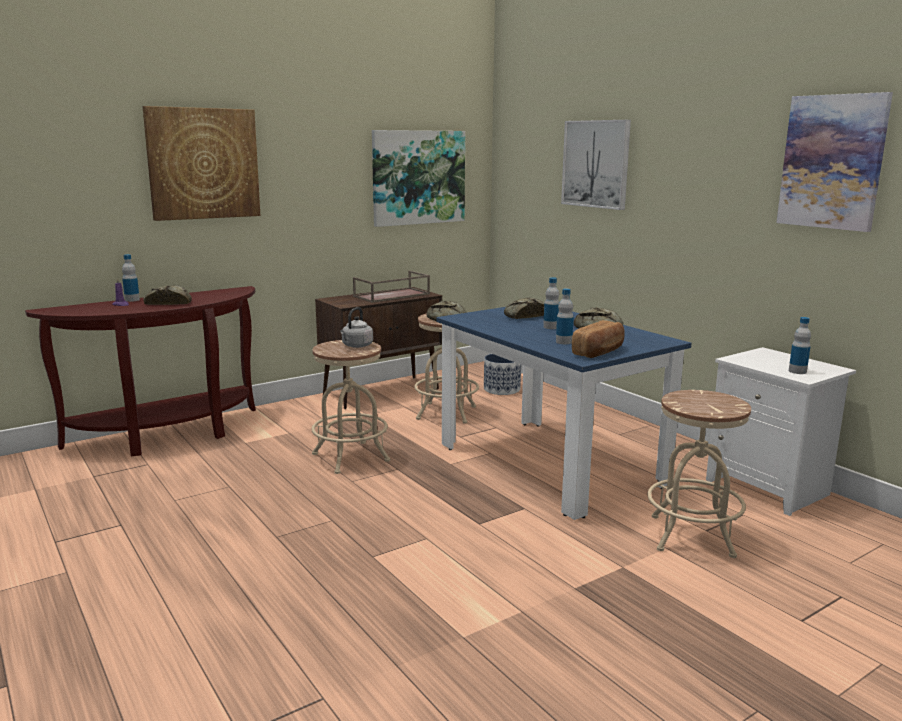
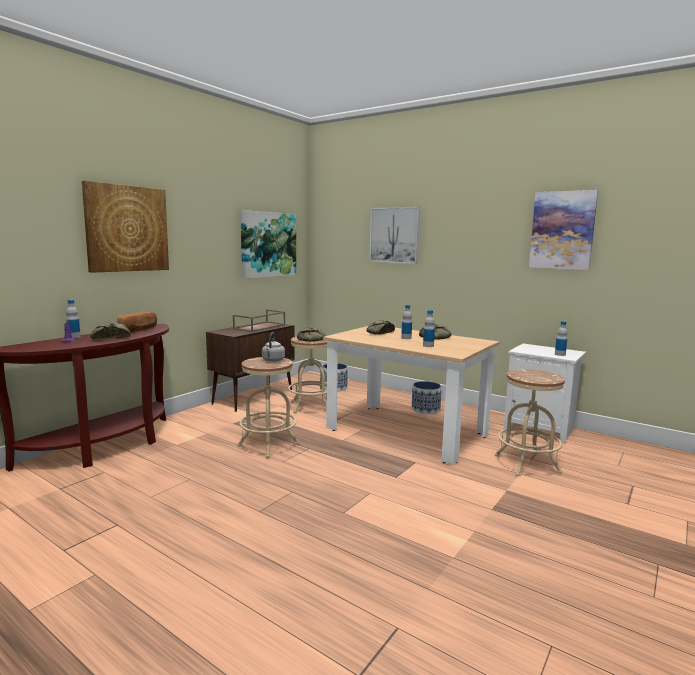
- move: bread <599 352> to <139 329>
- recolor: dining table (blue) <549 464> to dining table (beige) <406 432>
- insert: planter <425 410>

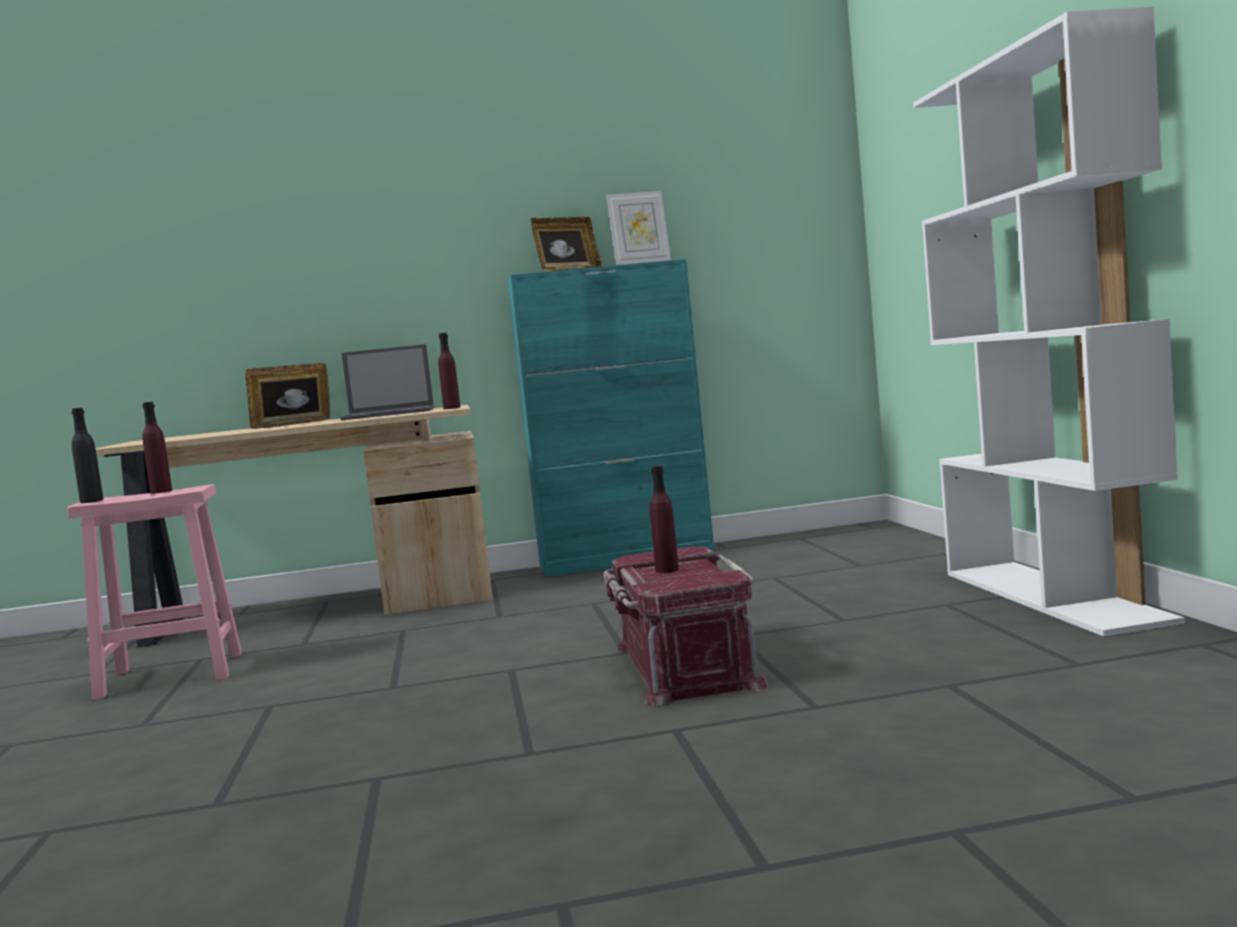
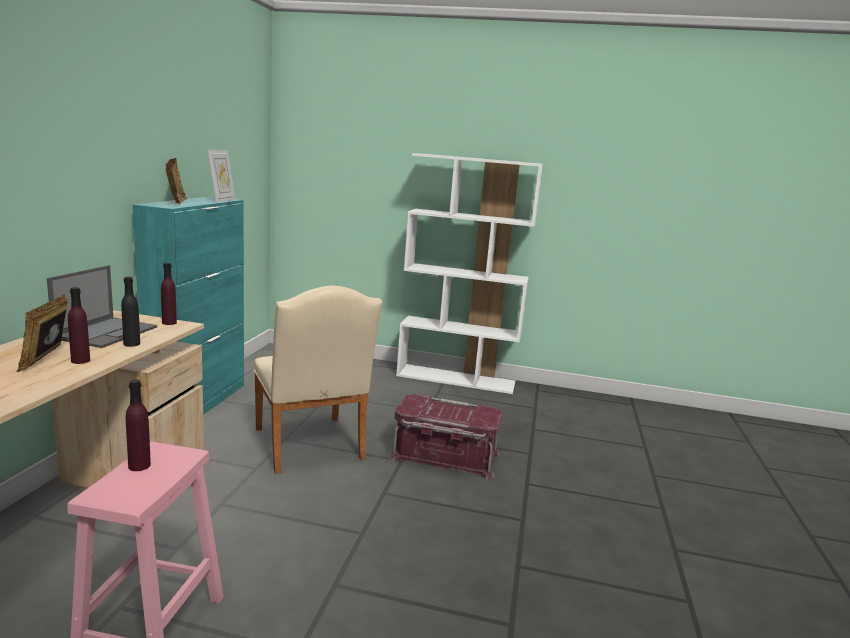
- move: bottle (purple) <667 570> to <80 361>
- move: bottle (black) <92 501> to <131 344>
- insert: chair (beige) <310 447>

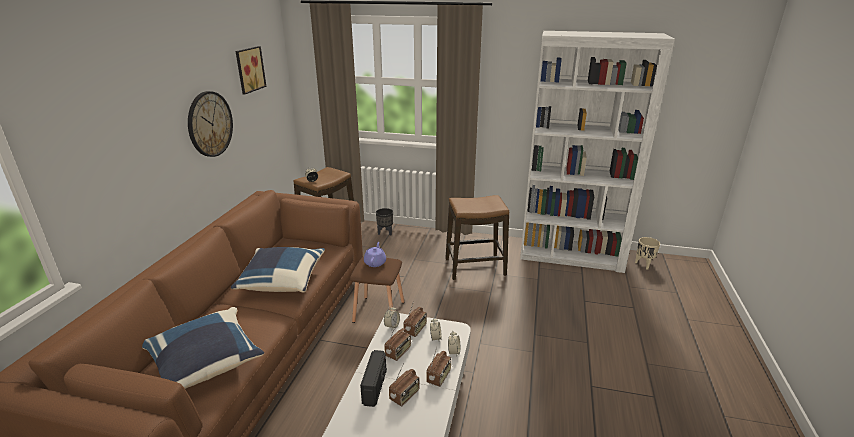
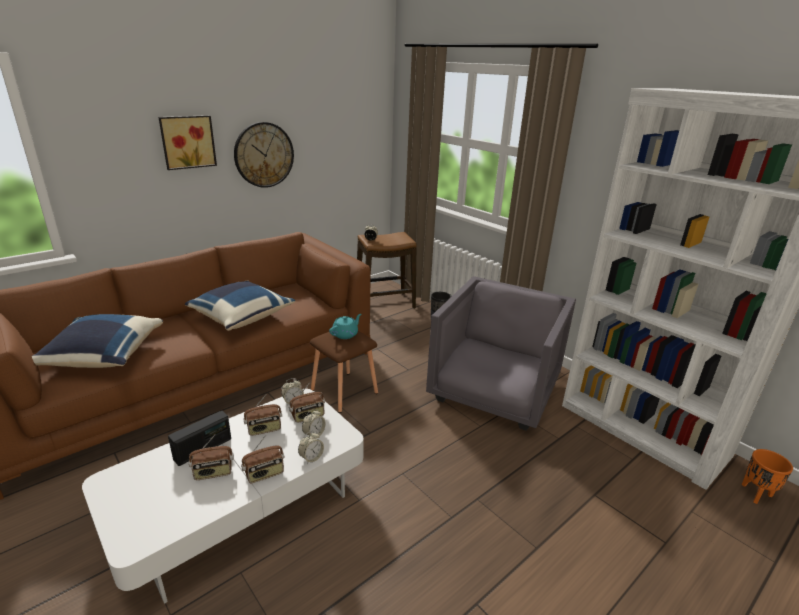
- move: picture <249 69> to <187 142>
- recolor: teapot (purple) <375 262> to teapot (turquoise) <345 334>
- replace: stool <475 267> to armchair (grey) <494 391>
- recolor: planter (beige) <643 264> to planter (orange) <755 493>

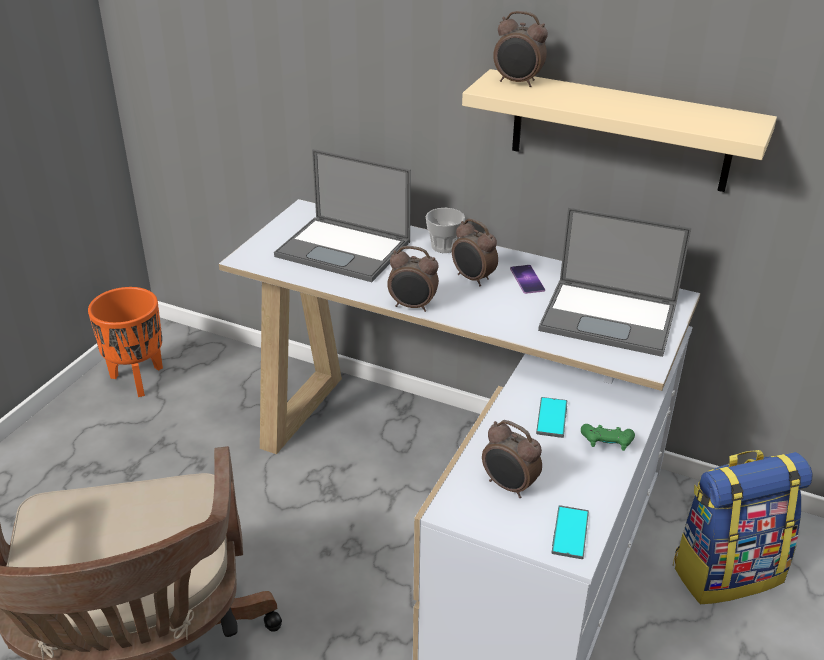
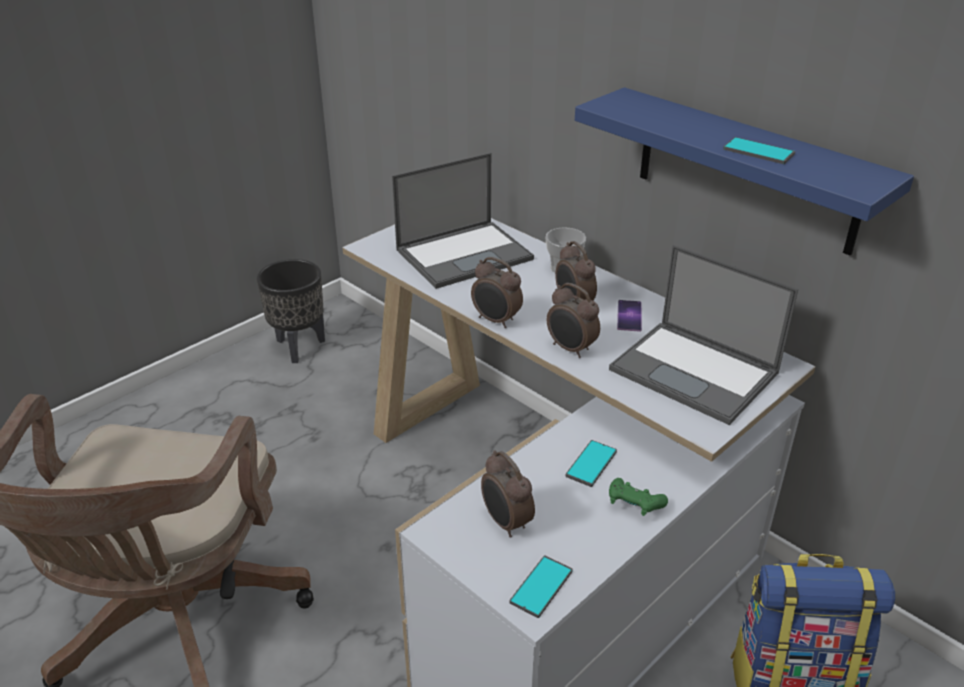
- recolor: planter (orange) <138 379> to planter (black) <300 347>
- rotate: laptop <345 249> = <465 254> 75 degrees counterclockwise
- move: alarm clock <517 83> to <570 349>
- recolor: shelf (beige) <620 131> to shelf (blue) <746 170>
- insert: phone <758 152>

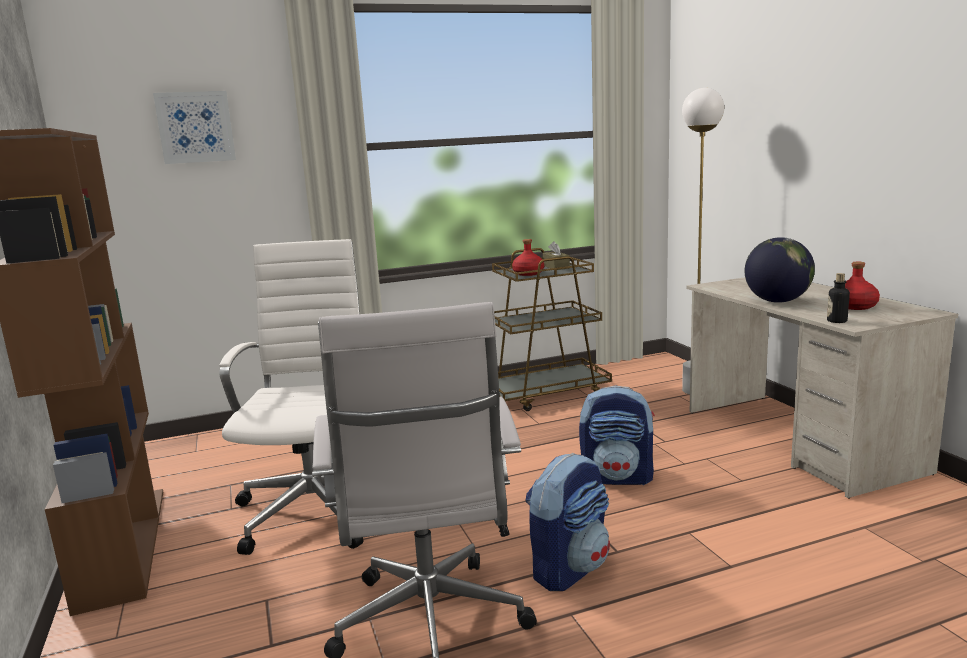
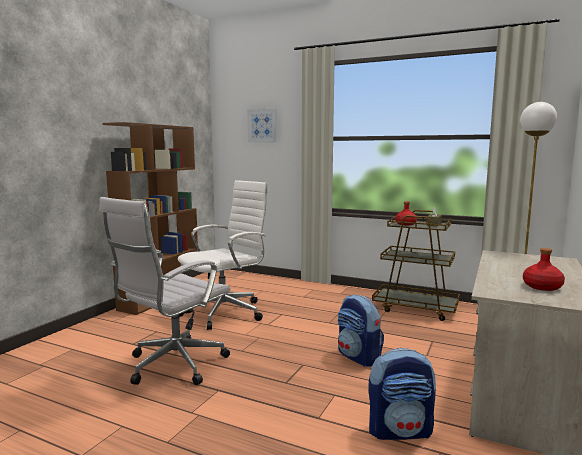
- move: backpack <569 568> to <400 431>
- delete: globe <777 301>
- delete: bottle <837 321>

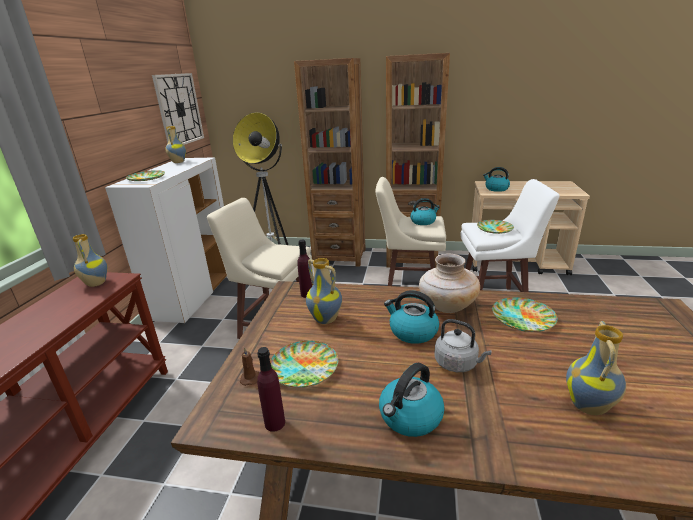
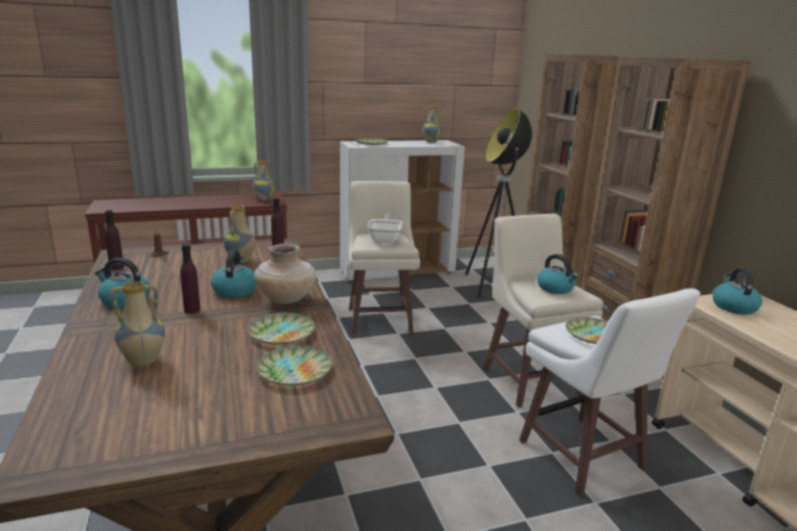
- replace: kettle (grey) <458 364> to bottle (purple) <192 310>
- move: plate <304 368> to <294 370>
- insert: frying pan <385 239>
- delete: wall clock <179 109>

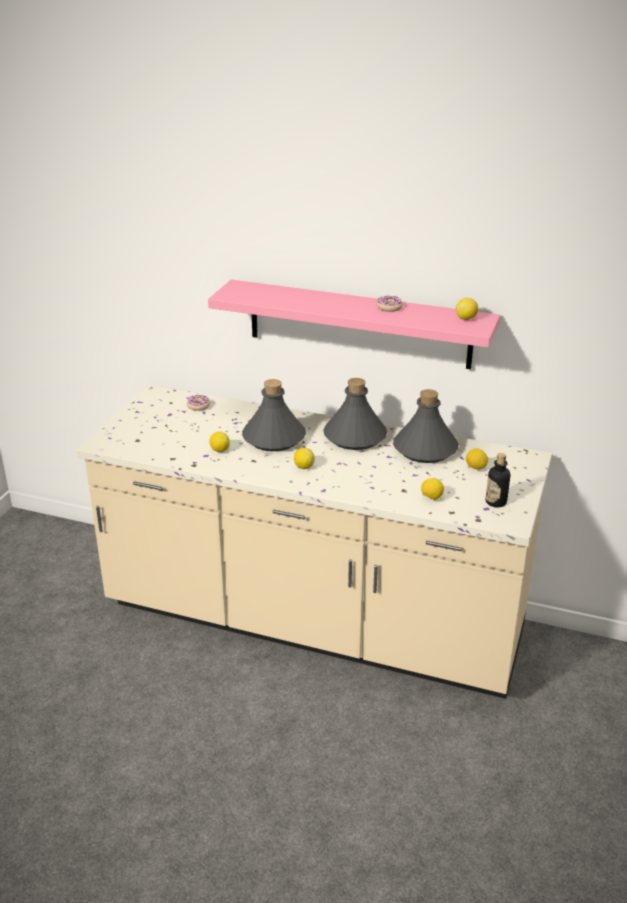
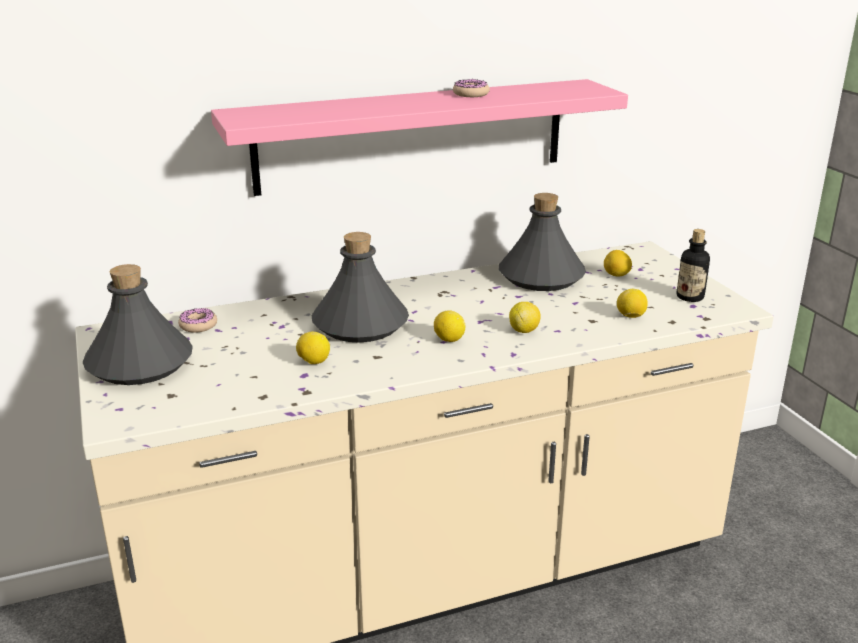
- move: bottle (grey) <355 437> to <140 364>
- move: lemon <466 318> to <524 330>

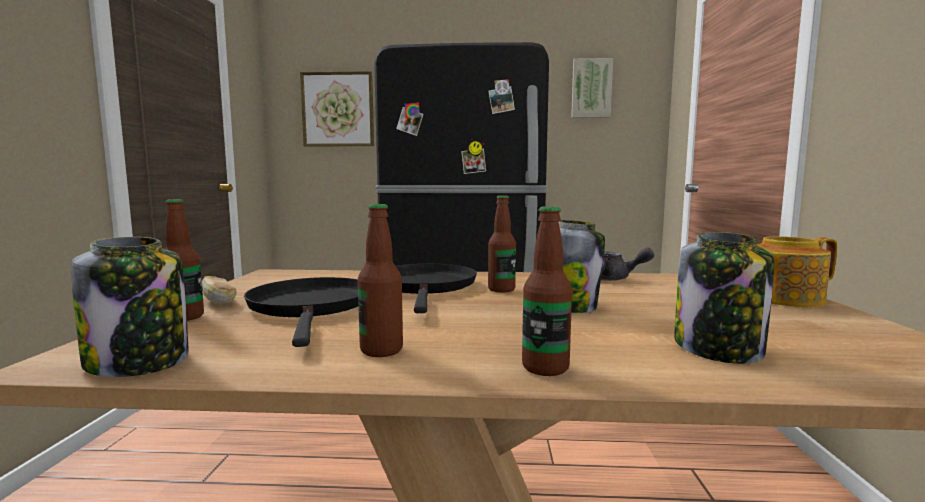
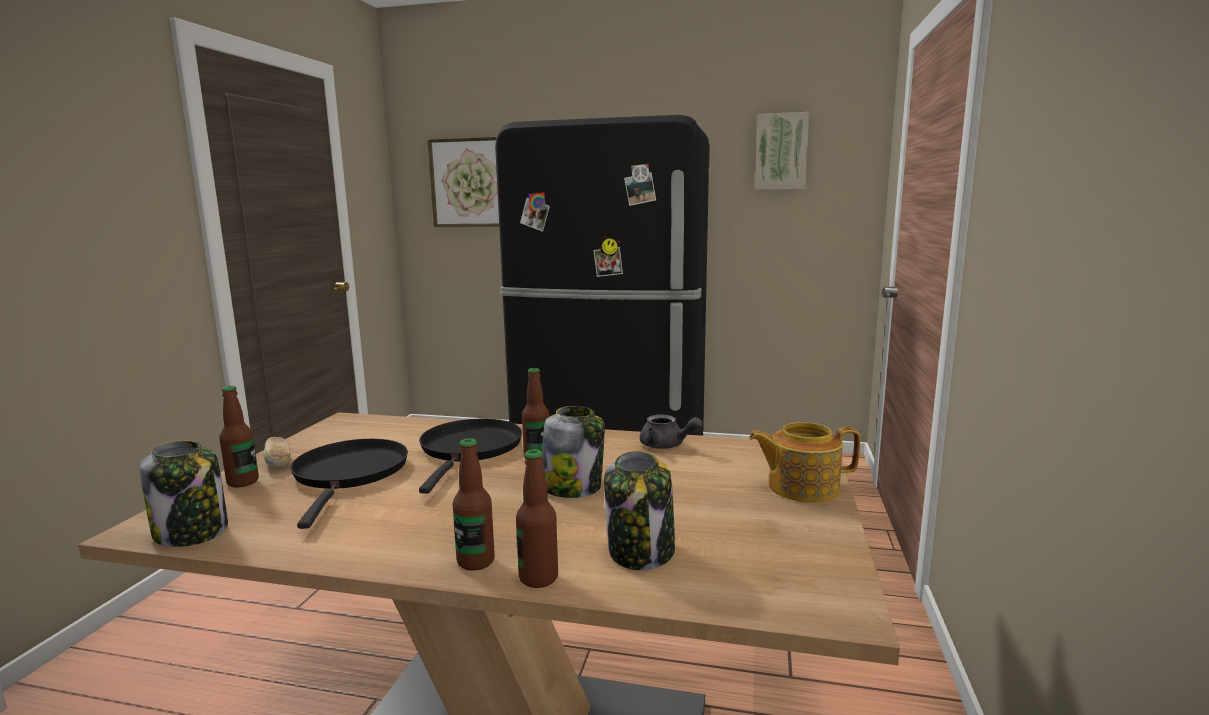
- move: bottle <381 350> to <538 578>

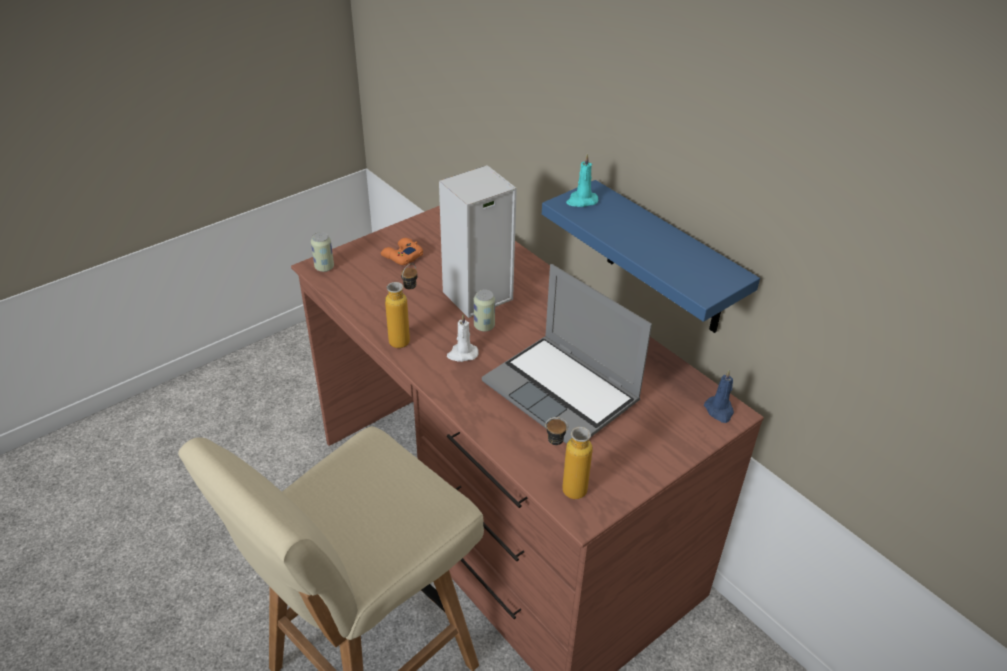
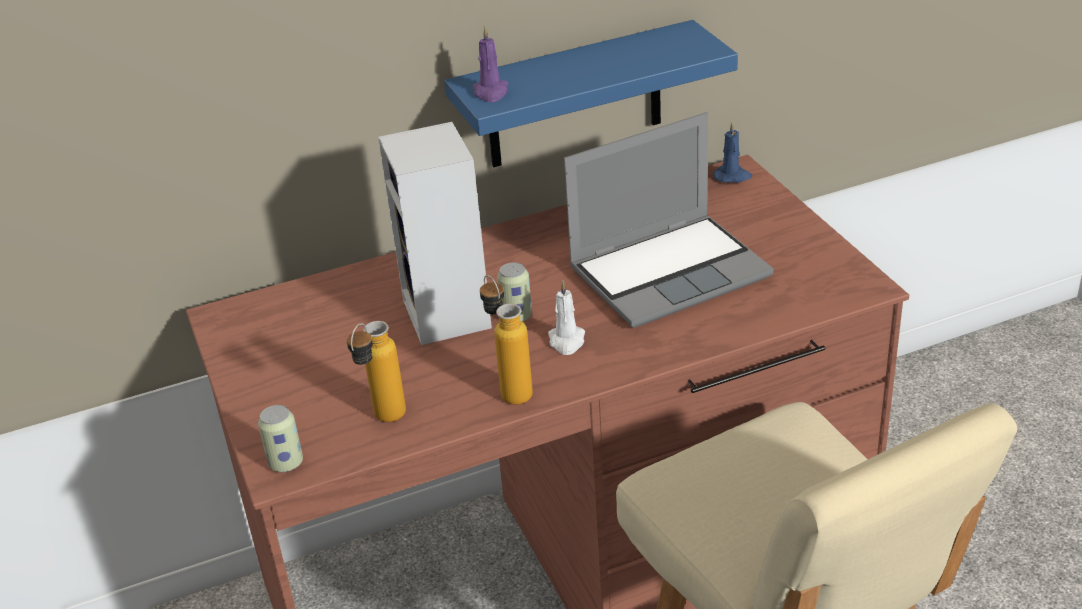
- move: bottle <564 489> to <383 421>
- recolor: candle (turquoise) <581 201> to candle (purple) <491 92>
- delete: game controller (orange) <402 256>

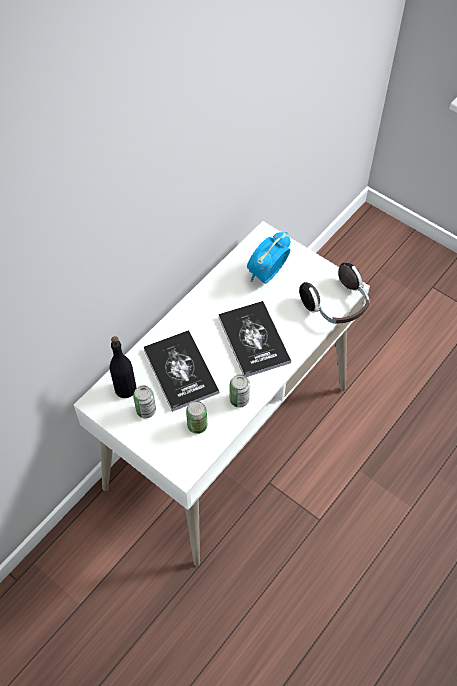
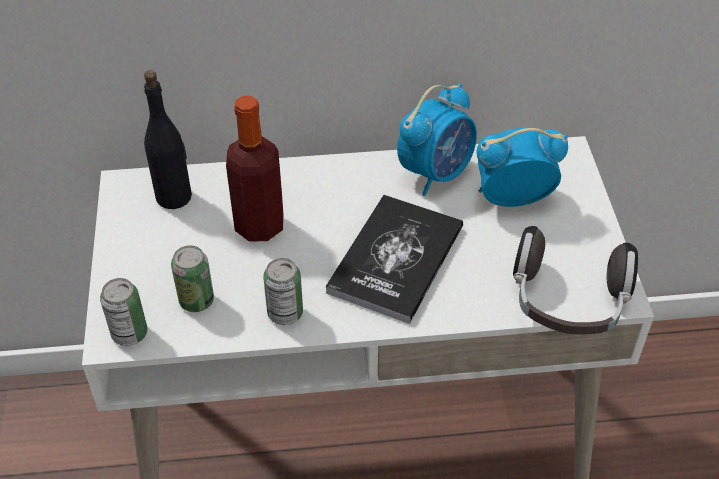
- move: can <146 410> to <129 333>
- replace: book <181 371> to bottle <259 226>
- insert: alarm clock <436 173>

